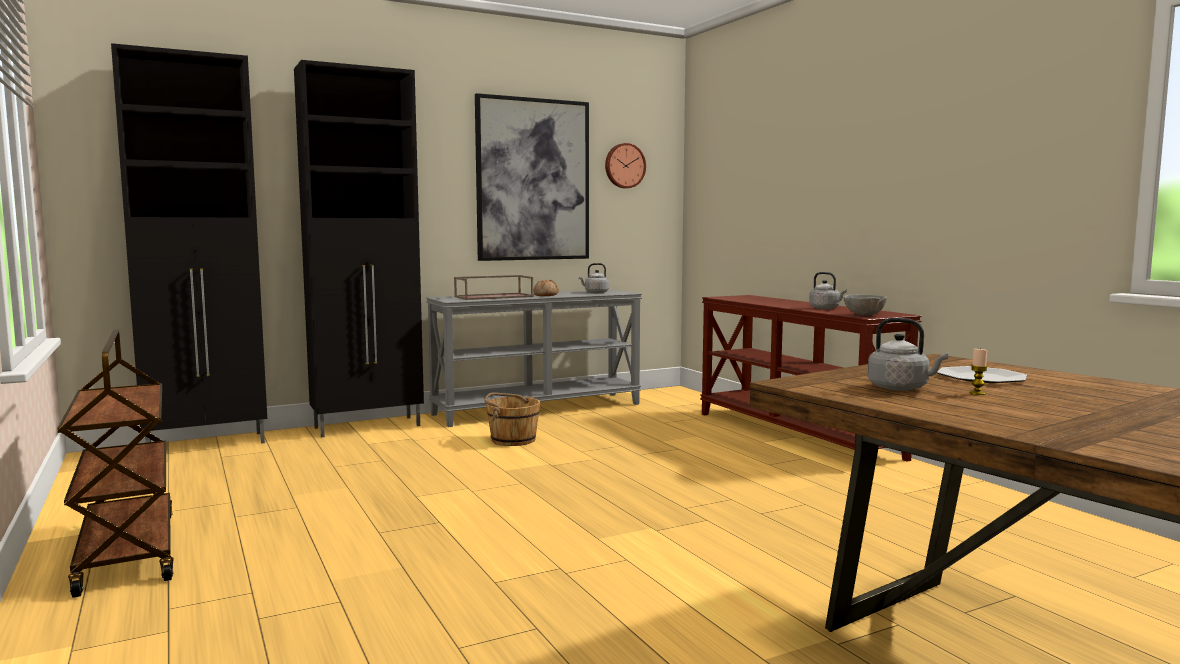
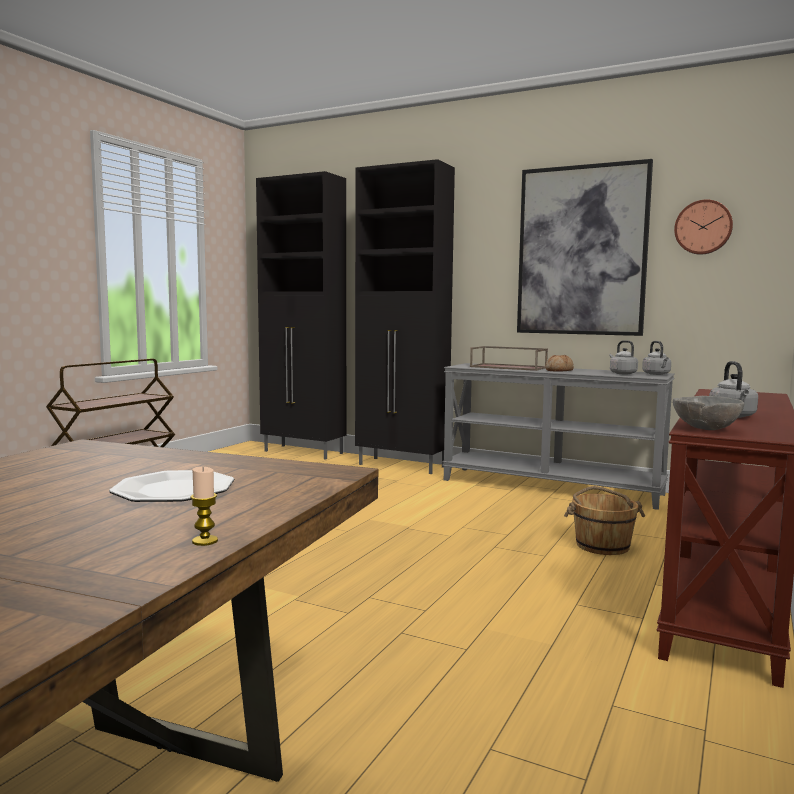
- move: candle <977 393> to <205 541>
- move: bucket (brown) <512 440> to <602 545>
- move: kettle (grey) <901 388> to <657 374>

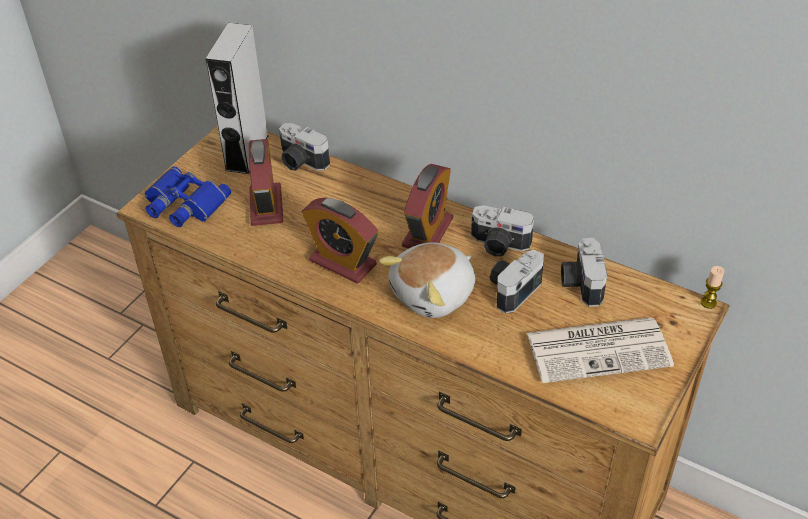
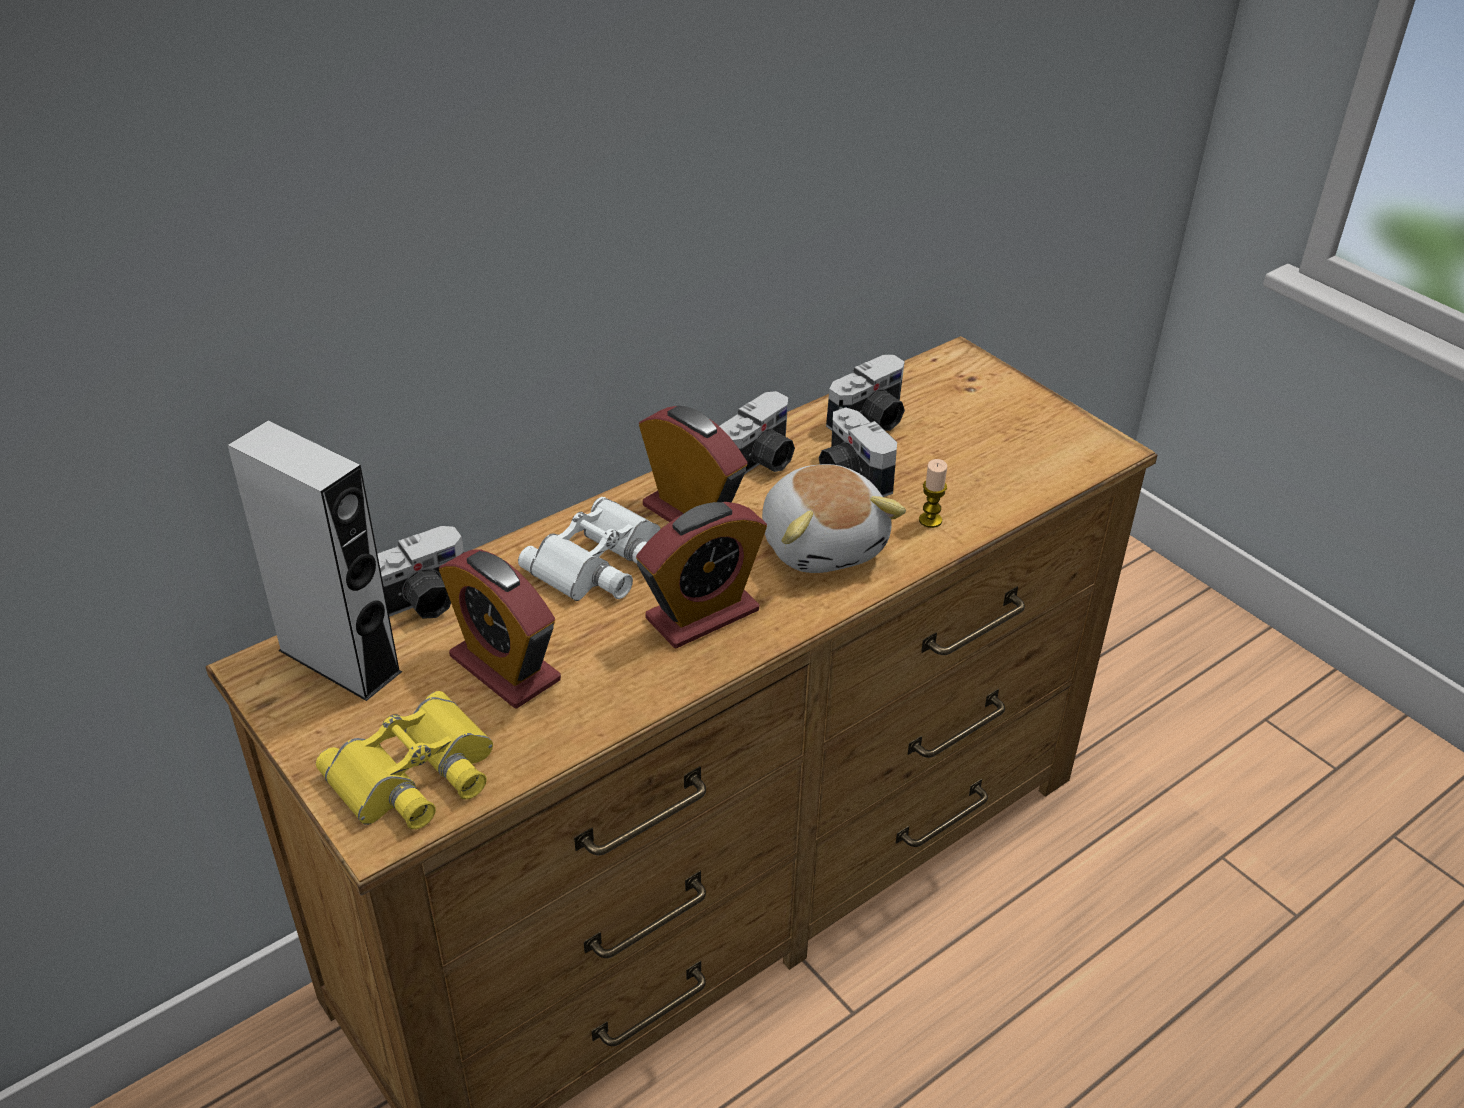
- recolor: binoculars (blue) <183 204> to binoculars (yellow) <415 776>
- rotate: alarm clock <266 206> = <505 668> 150 degrees counterclockwise
- insert: binoculars (white) <602 563>
- rotate: photo camera <580 283> = <871 420> 60 degrees counterclockwise
- move: candle <708 302> to <930 520>
- delete: newspaper <599 349>

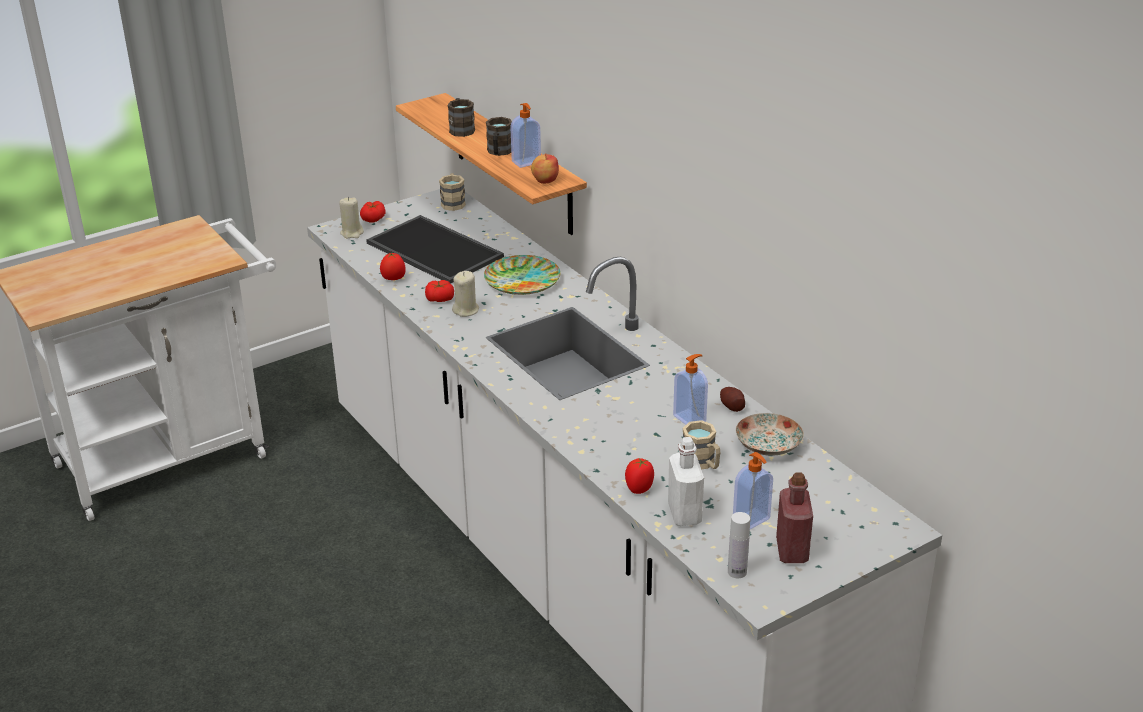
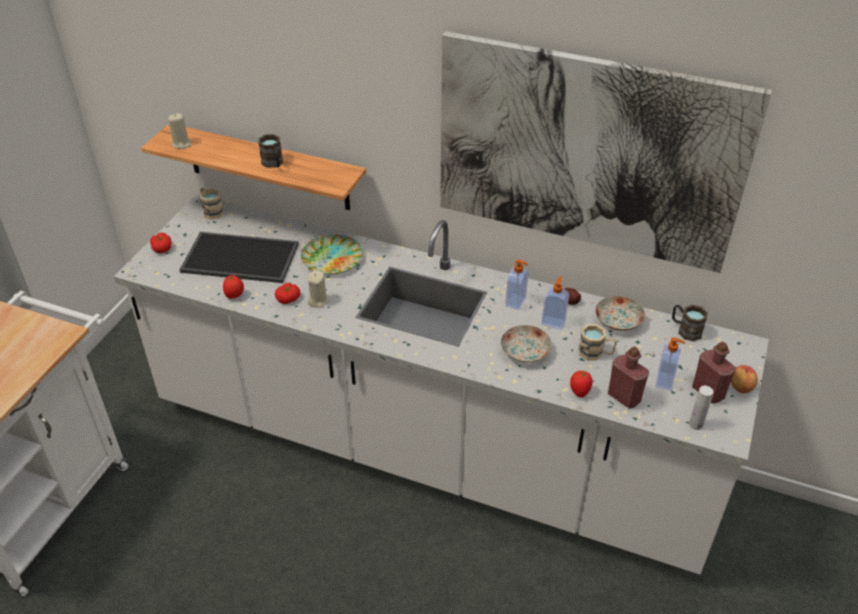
- move: candle (beige) <352 233> to <181 144>
- insert: picture <587 152>
- insert: plate <524 351>
- move: soap dispenser <526 162> to <516 302>
- recolor: bottle (white) <684 514> to bottle (red) <624 397>
- move: mug (brown) <461 129> to <685 330>
- move: apple <545 180> to <740 387>

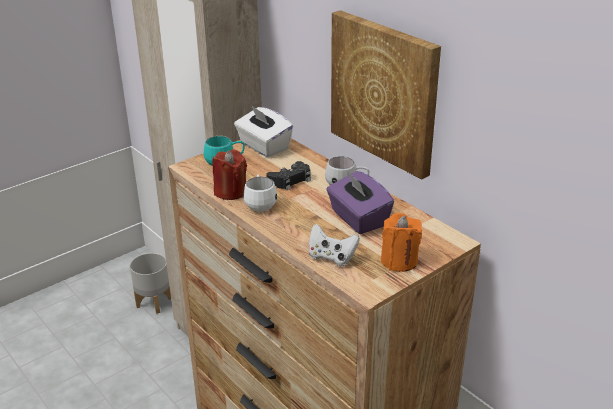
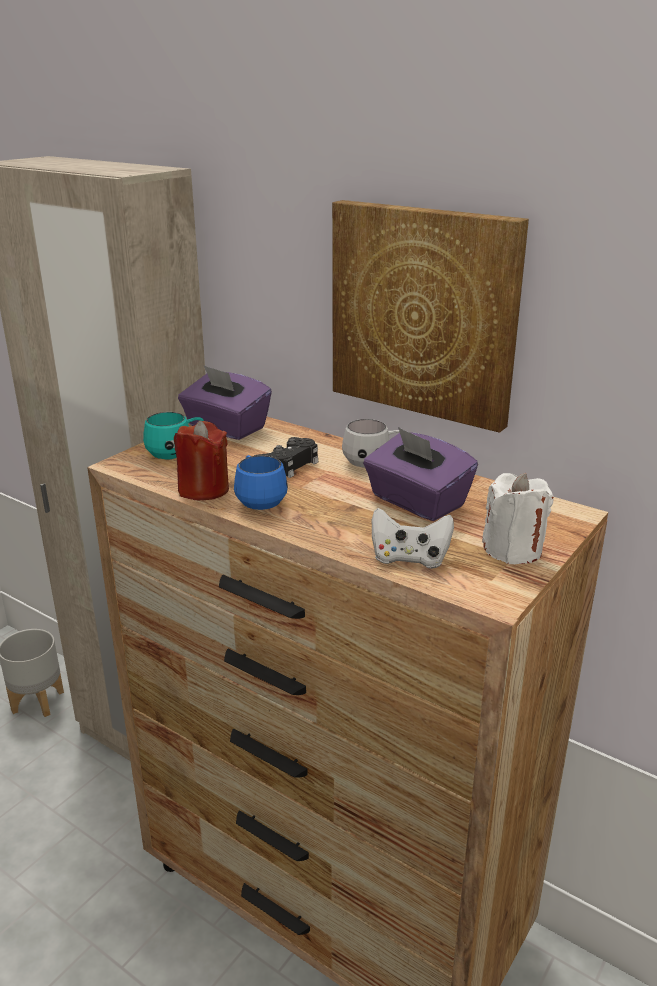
- recolor: tissue box (white) <263 146> to tissue box (purple) <225 428>
- recolor: mug (white) <260 204> to mug (blue) <258 500>
- recolor: candle (orange) <399 261> to candle (white) <512 550>

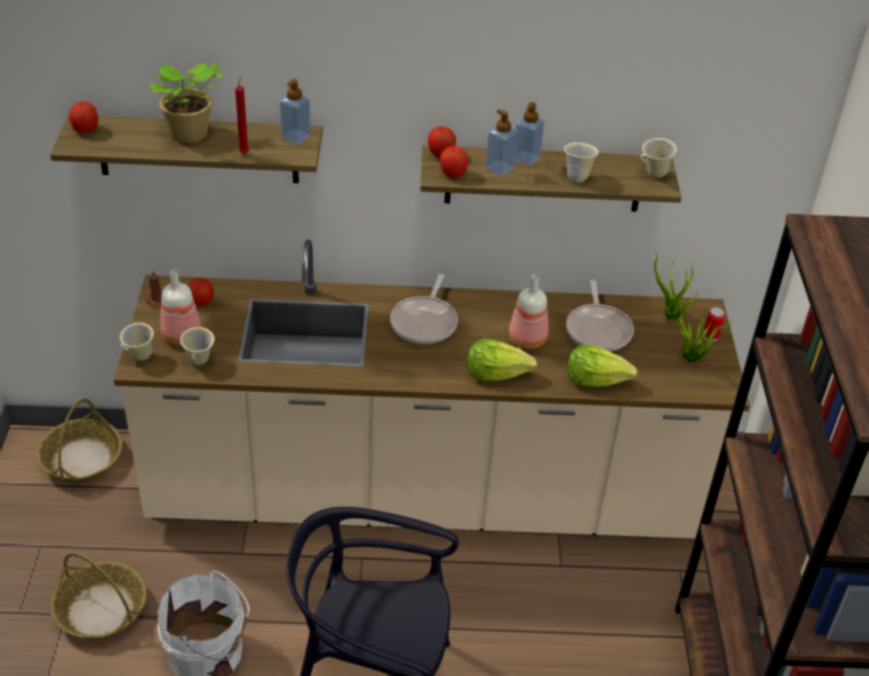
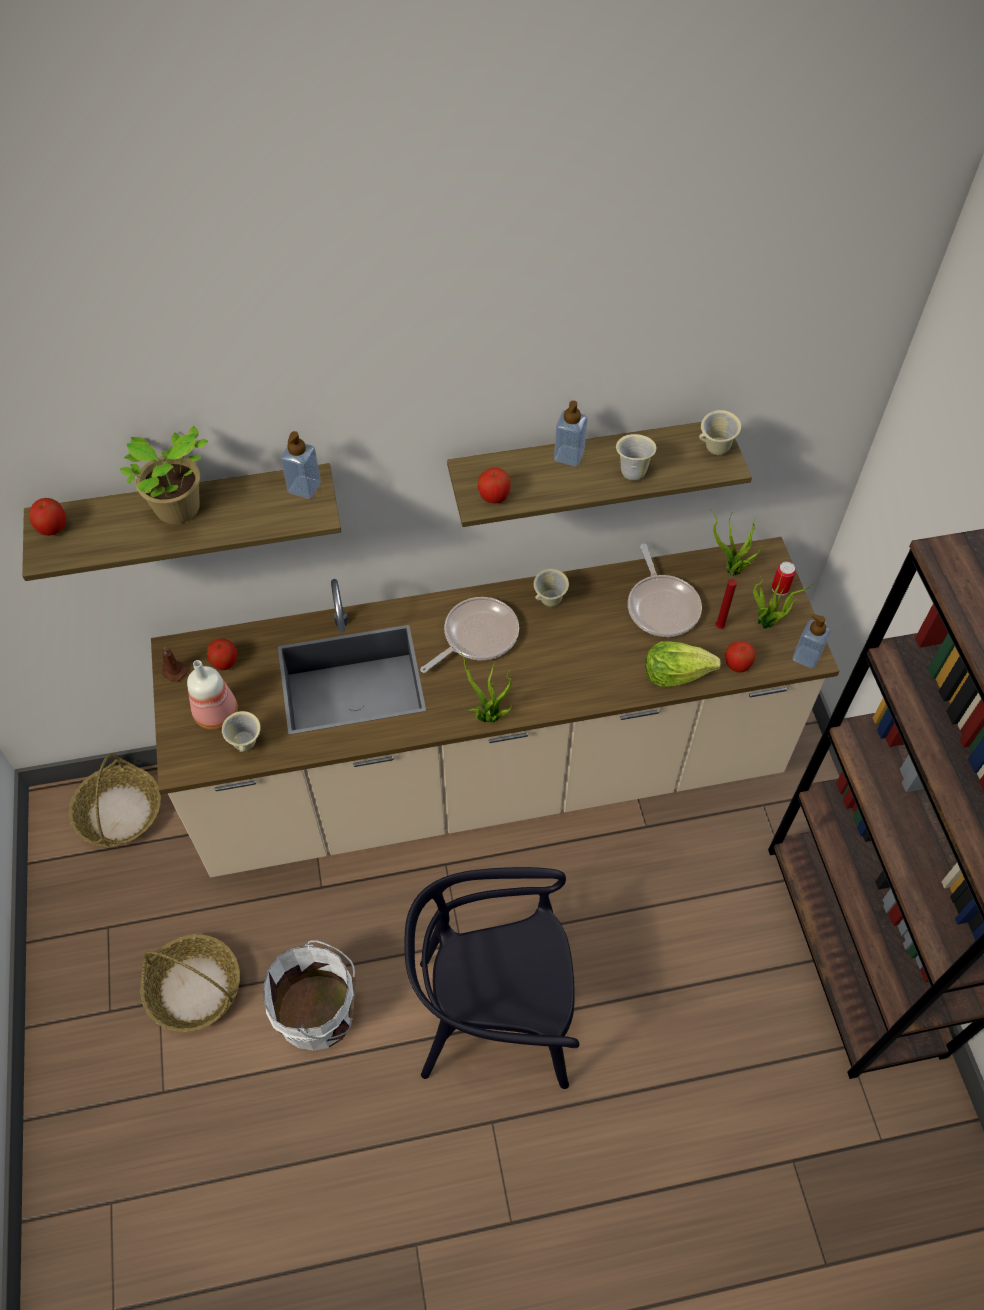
- rotate: frying pan <425 322> = <477 636> 135 degrees counterclockwise
- insert: potted plant <487 717>
- move: mug (beige) <140 358> to <549 603>
- move: candle (red) <244 153> to <719 625>
- move: apple <441 154> to <737 664>
- move: soap dispenser <499 168> to <806 657>
- delete: lettuce <497 373>
- delete: bottle <528 339>

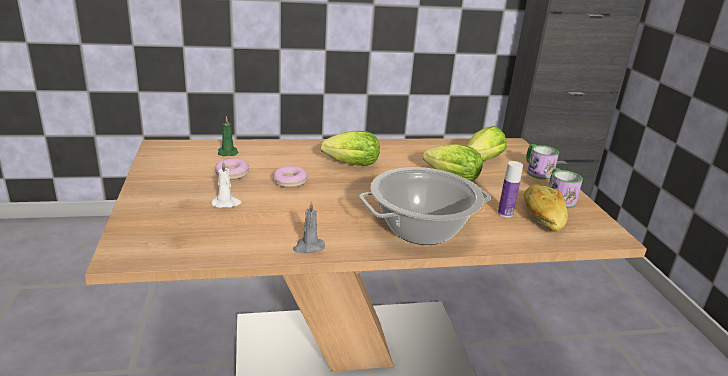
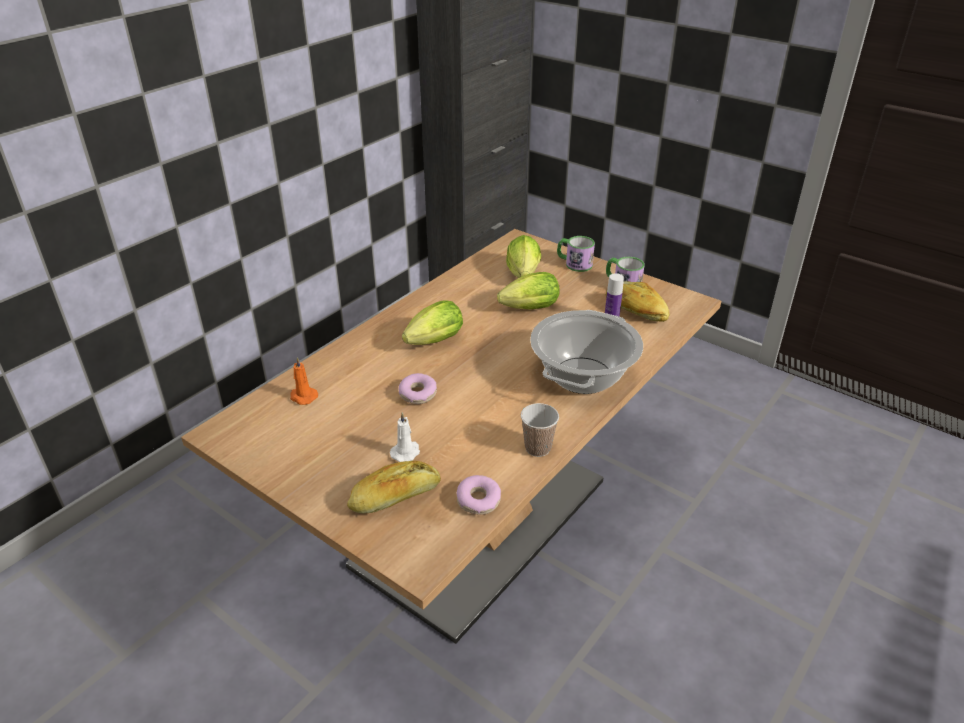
- recolor: candle (green) <227 152> to candle (orange) <303 396>
- insert: bread <395 497>
- move: donut <232 174> to <478 500>
- replace: candle (grey) <308 247> to cup <537 448>

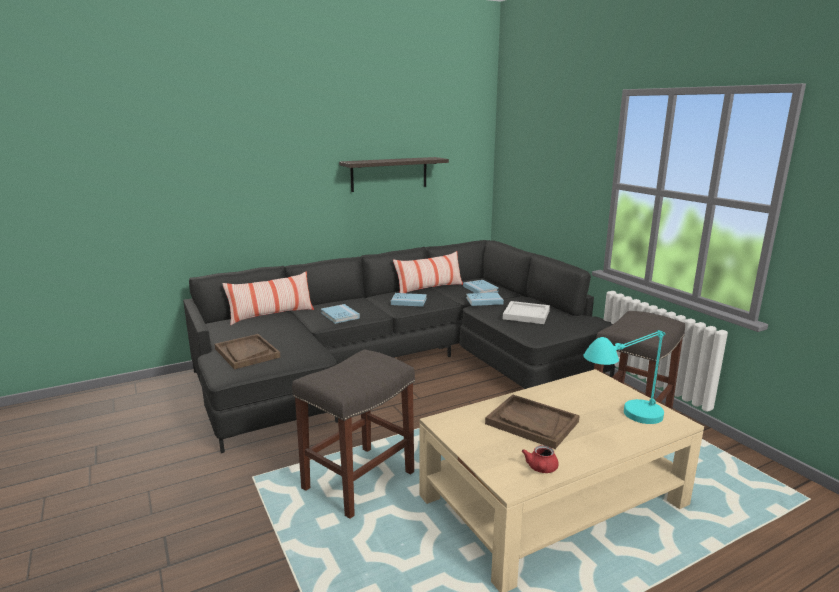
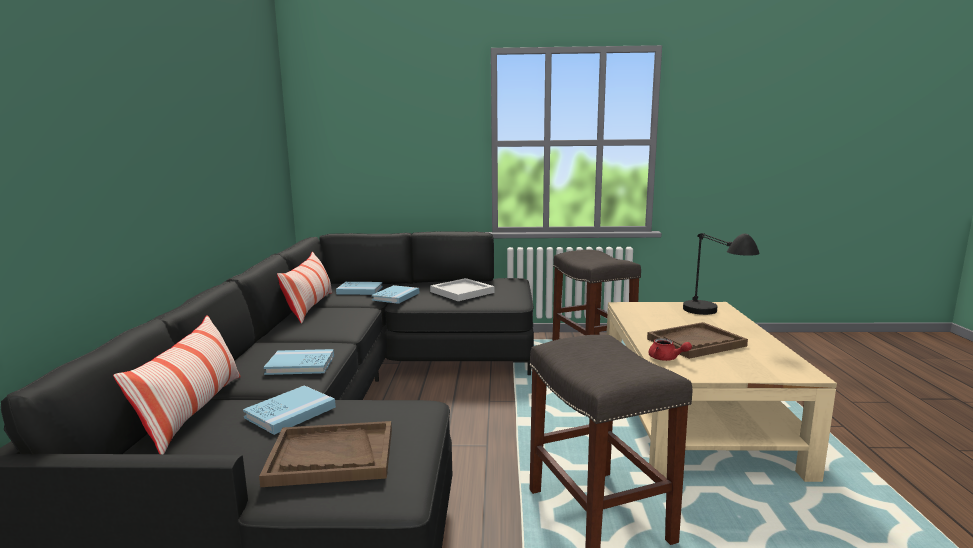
- move: book (blue) <409 301> to <290 412>
- move: teapot (red) <541 469> to <666 358>
- recolor: table lamp (turquoise) <622 424> to table lamp (black) <713 318>
- delete: shelf <389 174>

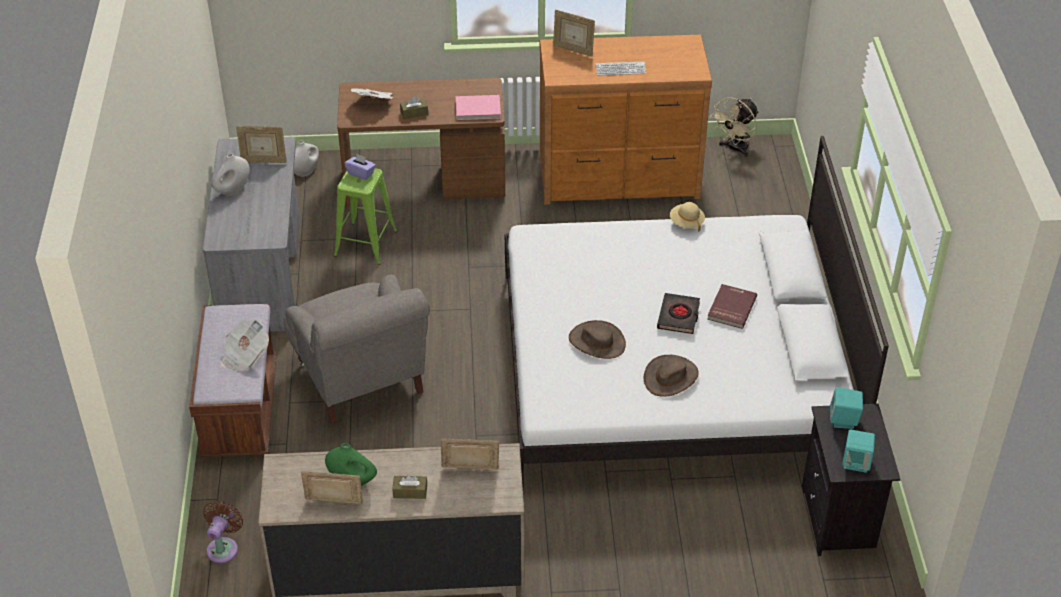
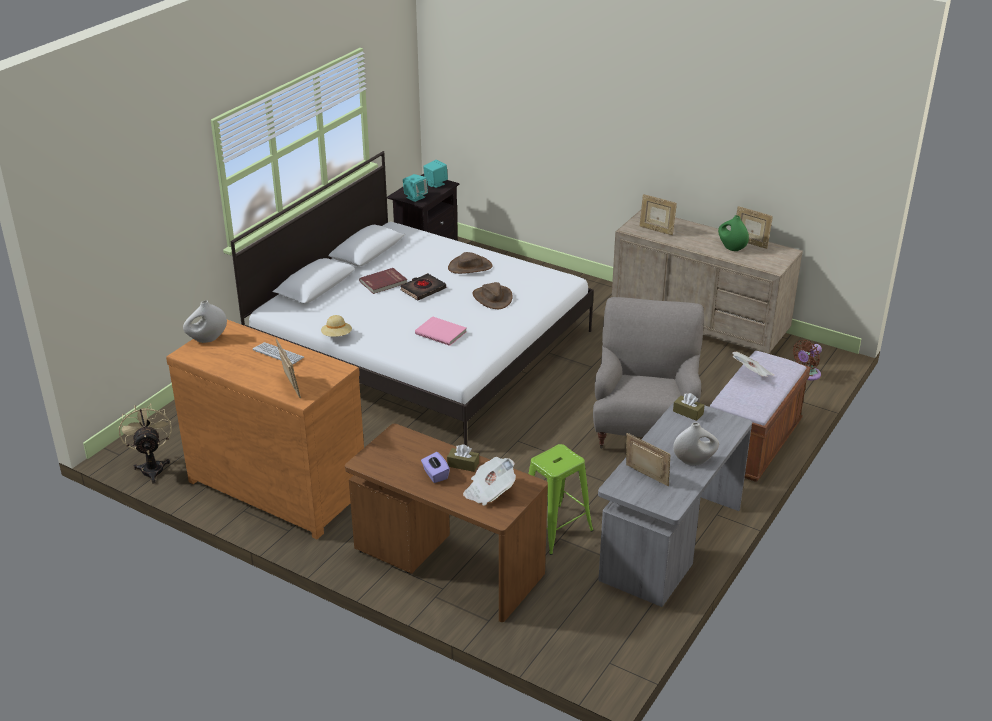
- rotate: fan (beige) <734 149> = <152 467> 90 degrees counterclockwise
- move: vase (white) <306 171> to <207 339>
- move: book (pink) <478 109> to <441 332>
- move: tissue box (purple) <361 173> to <435 475>
- move: tissue box (brown) <410 491> to <688 412>

